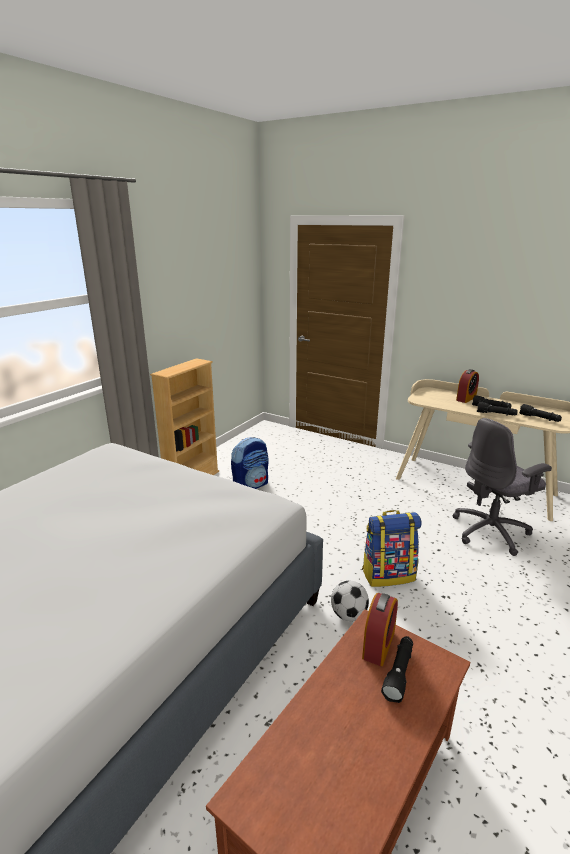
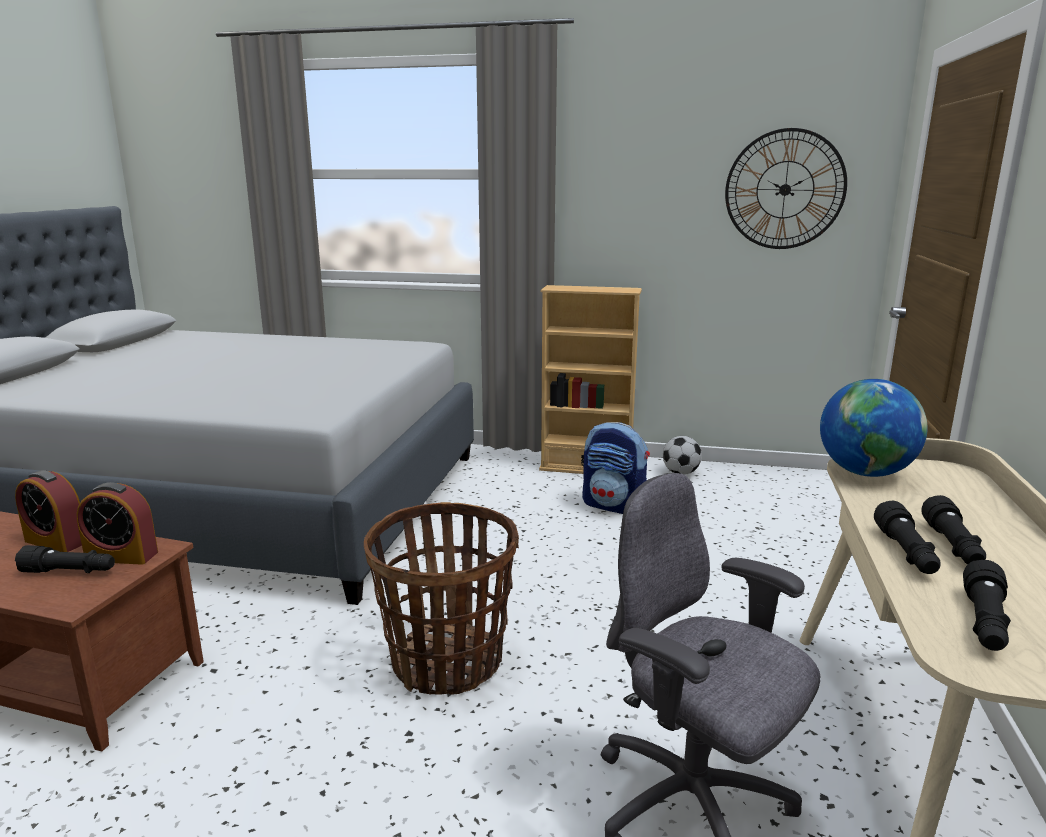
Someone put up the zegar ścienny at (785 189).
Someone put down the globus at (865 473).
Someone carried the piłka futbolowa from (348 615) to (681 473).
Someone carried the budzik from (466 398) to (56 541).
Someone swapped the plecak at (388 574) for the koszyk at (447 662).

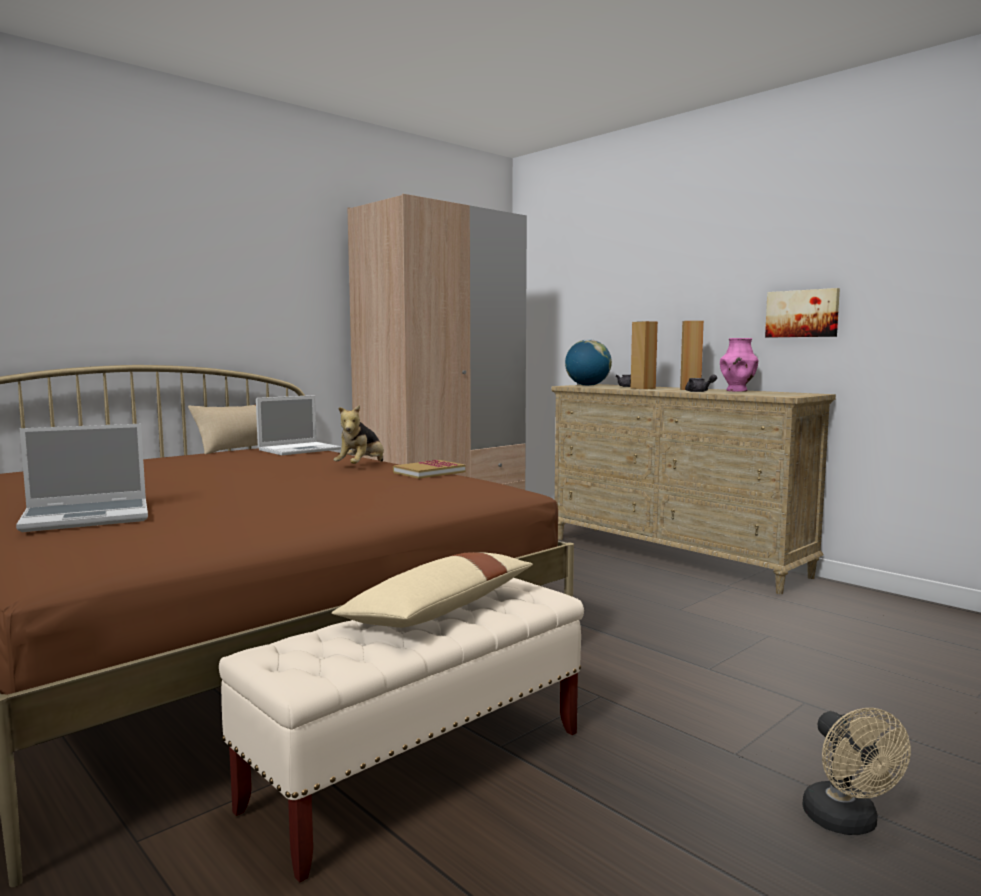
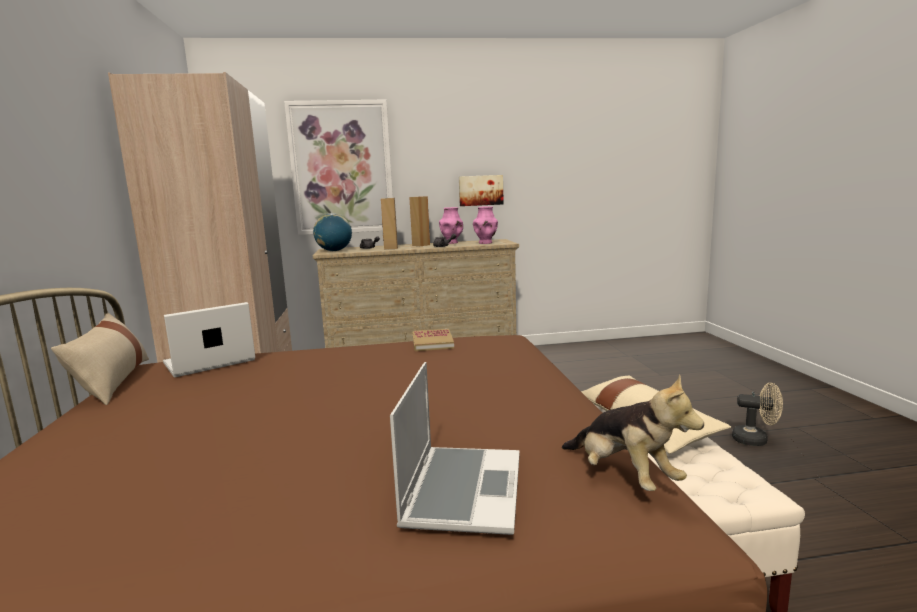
Someone put up the obraz at (342 168).
Someone put down the wazon (różowy) at (485 243).
Someone carried the pluszak from (361 467) to (624 476).
Someone rotated the laptop at (300 449) by 120 degrees counterclockwise.

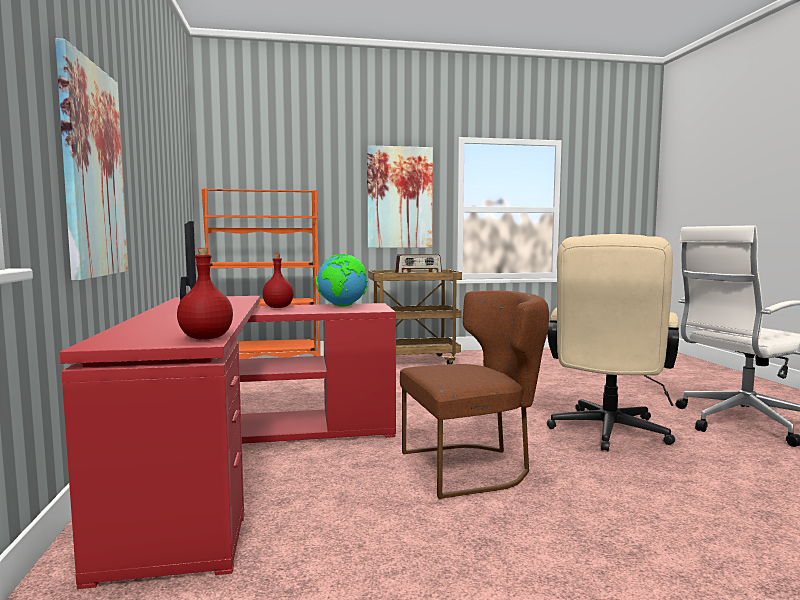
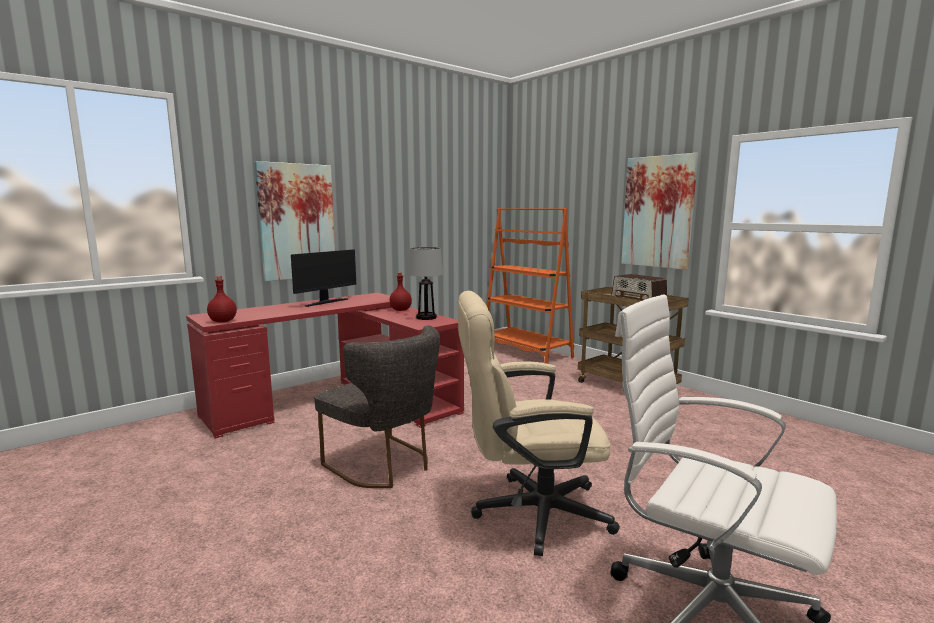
Someone swapped the globus at (342 306) for the lampa stołowa at (426 317).
Someone repainted the krzesło (brązowy) at (473 467), which became the krzesło (szary) at (385 465).

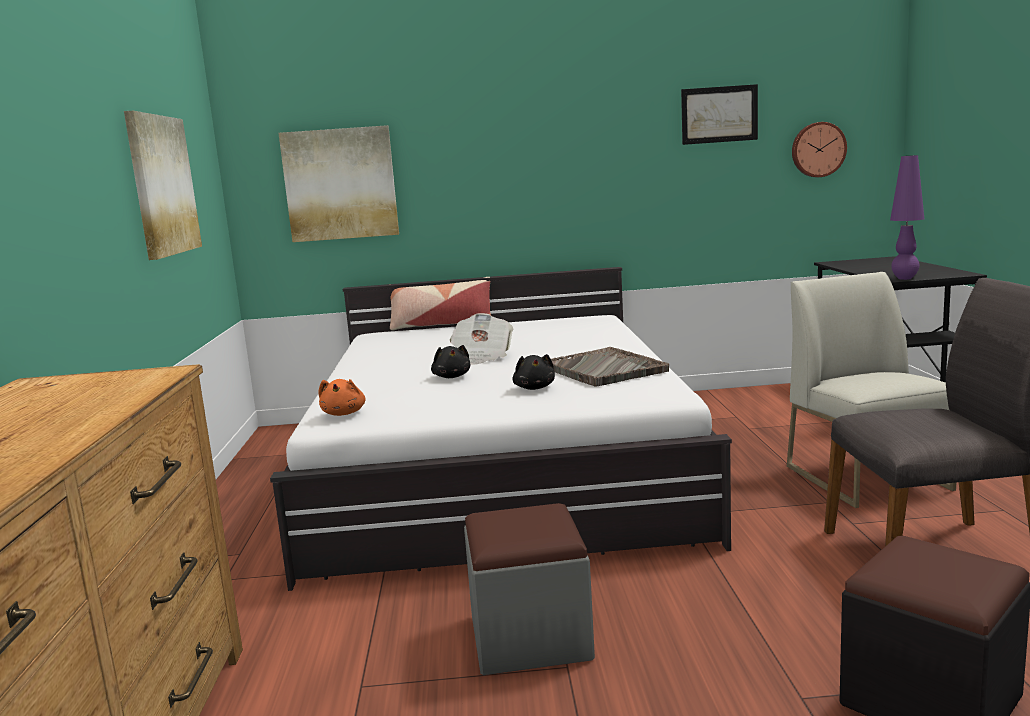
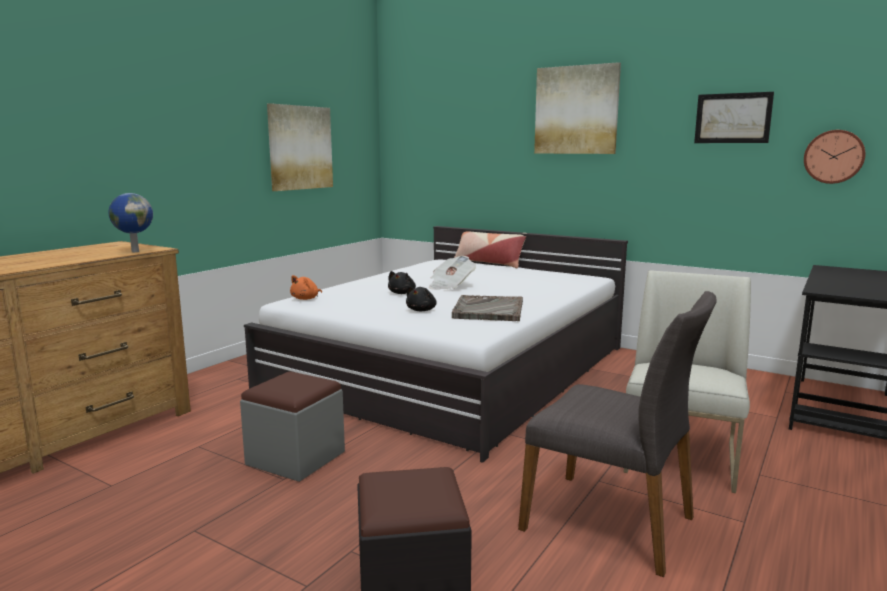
Someone took away the lampa stołowa (fioletowy) at (904 278).
Someone put down the globus at (135 251).
Someone carried the obraz from (340 184) to (576 110).

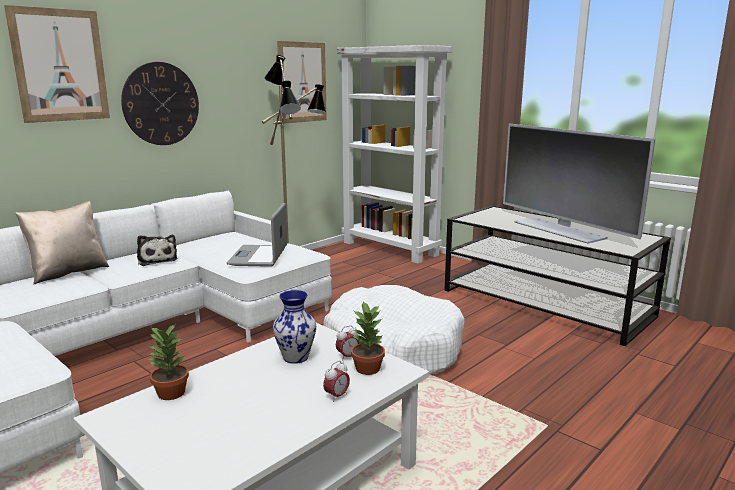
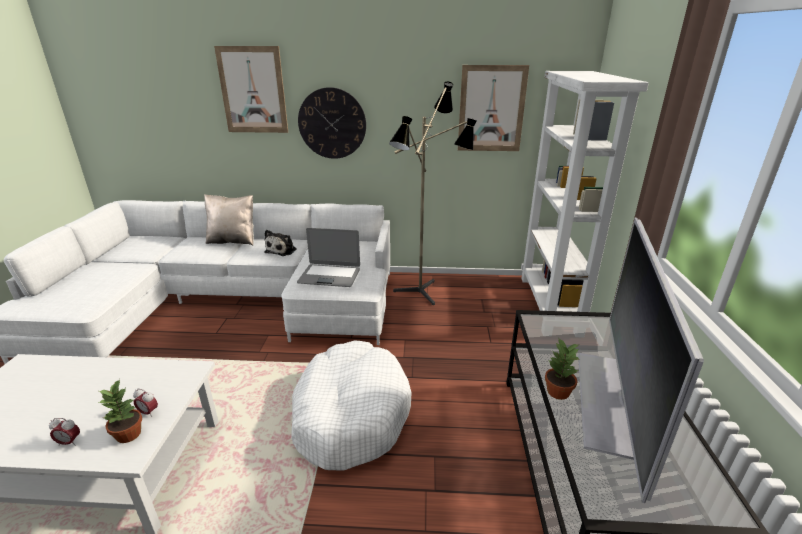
Someone took away the wazon at (295 357).
Someone carried the roślina doniczkowa from (170 393) to (557 391).
Someone rotated the laptop at (259 256) by 135 degrees counterclockwise.

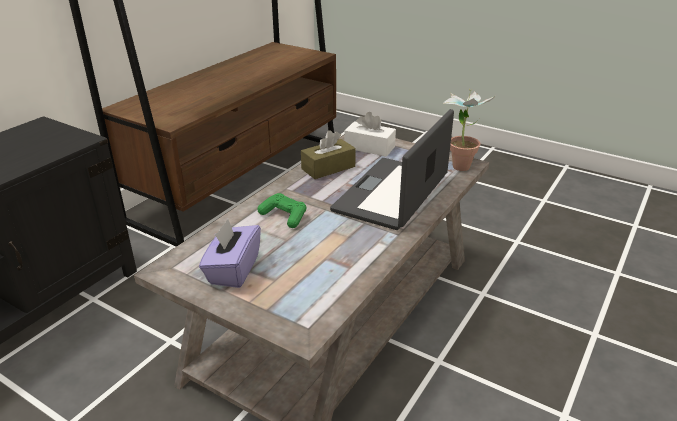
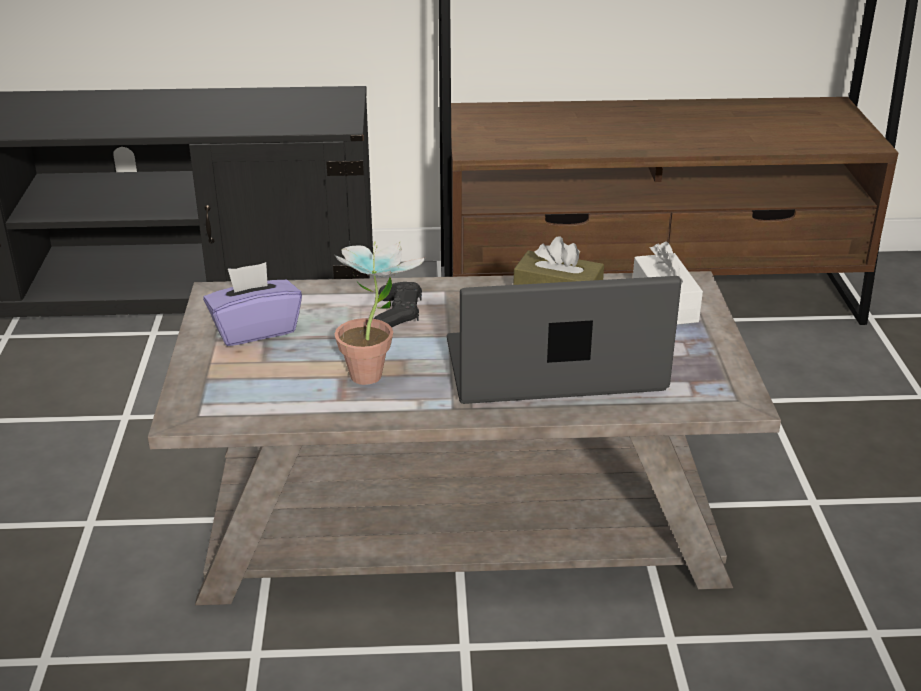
Someone carried the roślina doniczkowa from (461 164) to (377 373).
Someone repainted the pad do gier (zielony) at (284 216), which became the pad do gier (czarny) at (398 315).

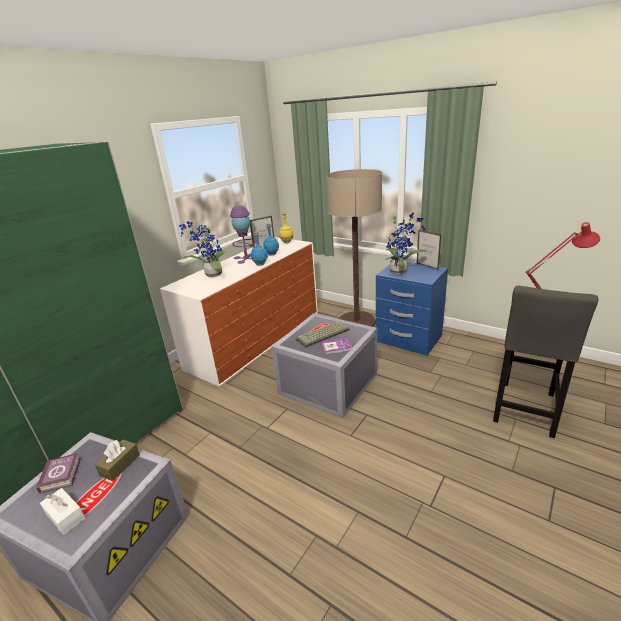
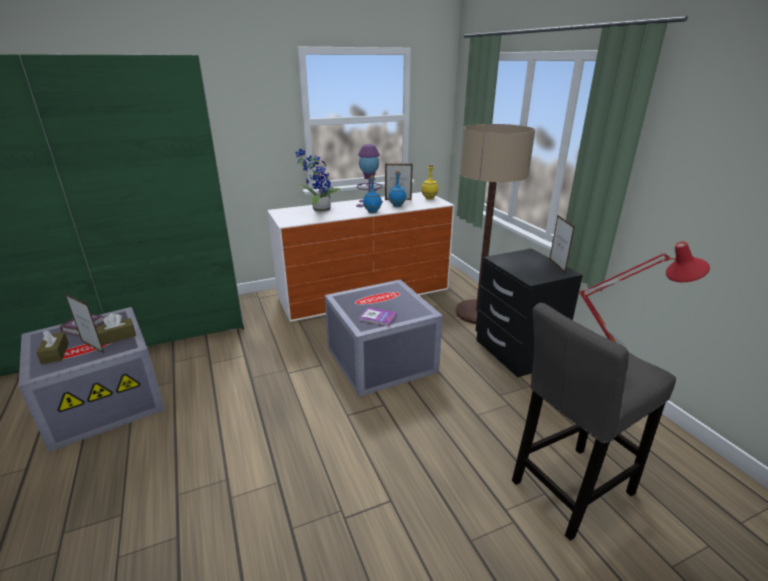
Someone took away the klawiatura at (323 335).
Someone took away the roślina doniczkowa at (400 271).
Someone put down the ramka na zdjęcie at (93 347).
Someone repainted the pudełko chusteczek (biały) at (65 516), which became the pudełko chusteczek (brązowy) at (55 353).
Someone repainted the szafka nocna (niebieski) at (408 339), which became the szafka nocna (czarny) at (516 352).

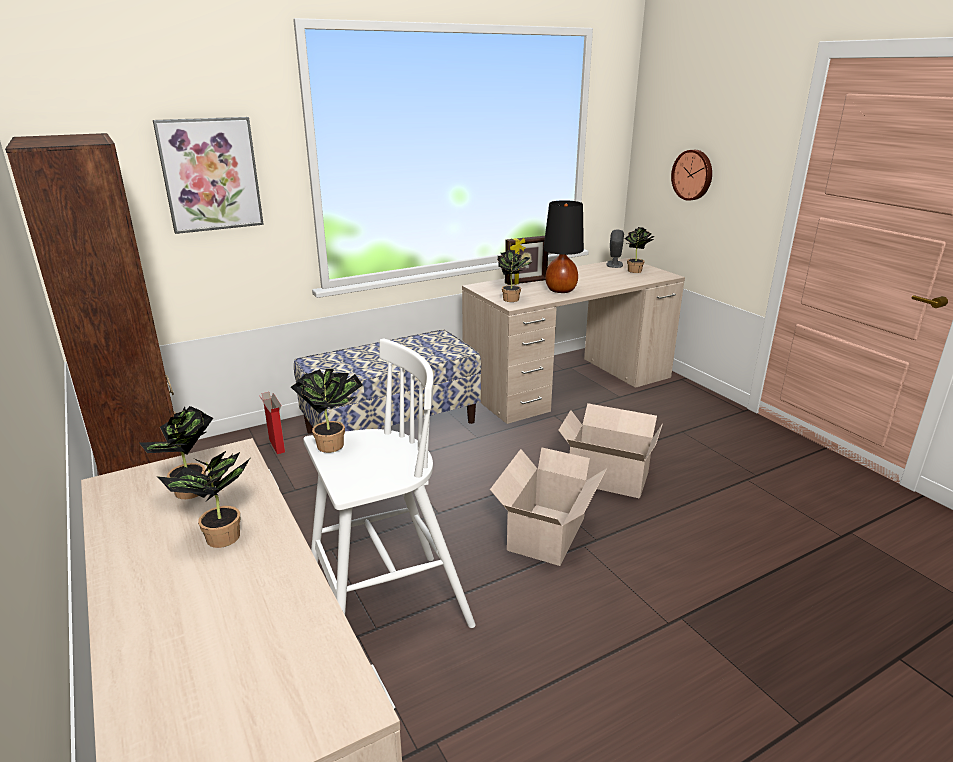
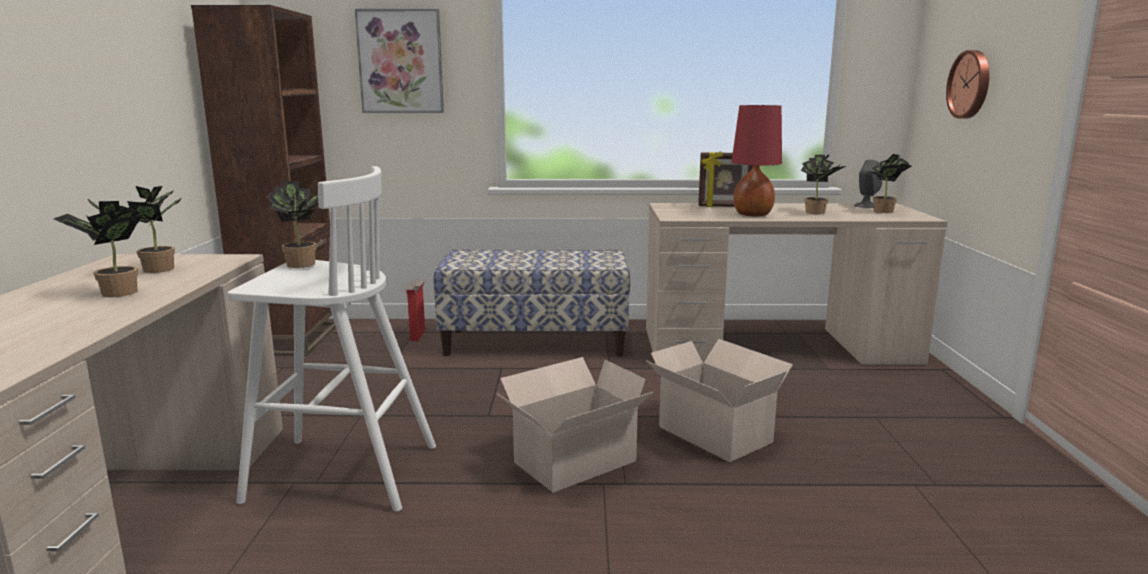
Someone carried the roślina doniczkowa from (513 299) to (818 213).
Someone repainted the lampa stołowa (czarny) at (561 290), which became the lampa stołowa (czerwony) at (752 215).

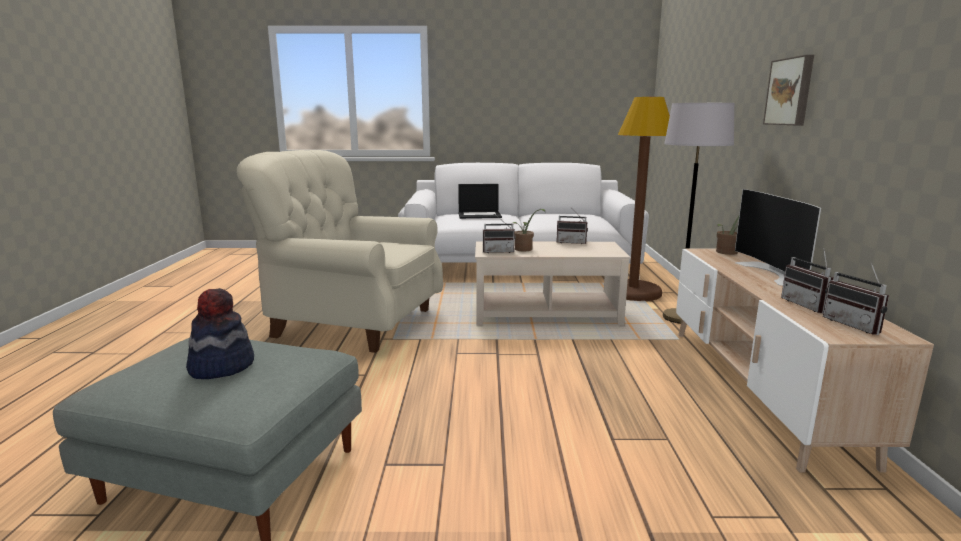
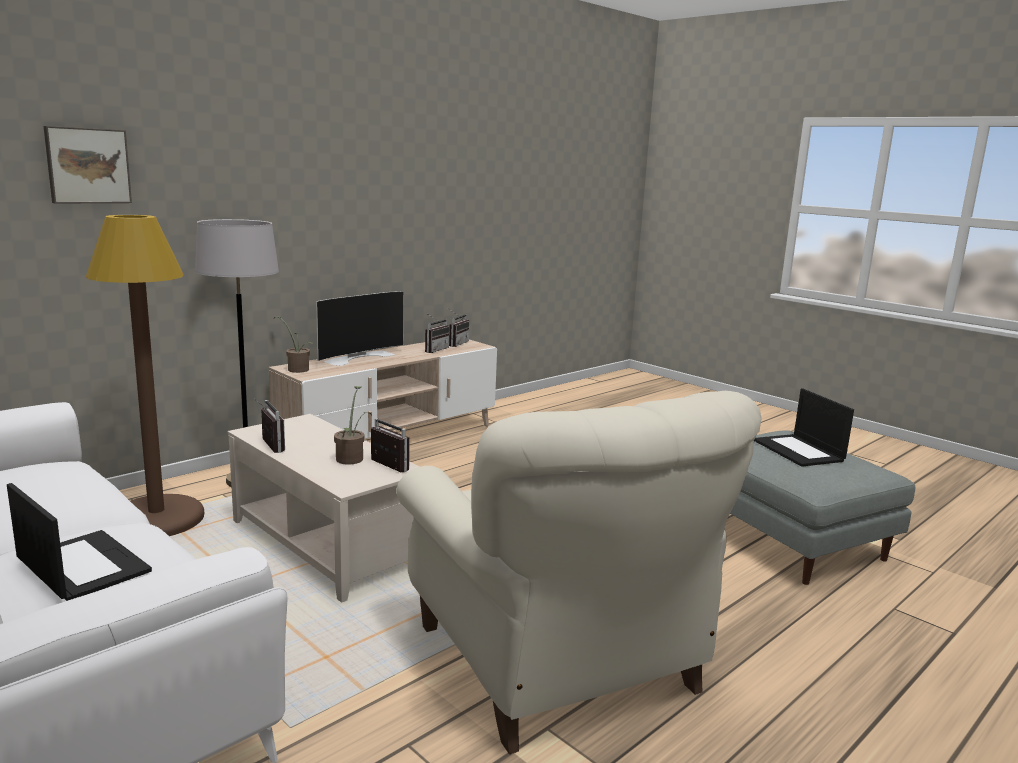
Someone carried the obraz from (790 91) to (87 165).
Someone swapped the kapelusz at (221 366) for the laptop at (799 451).

